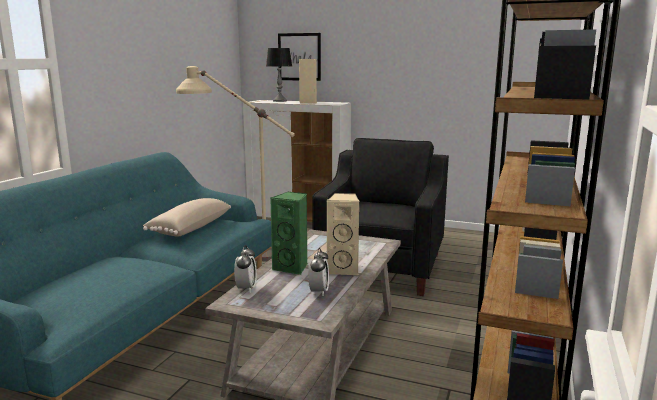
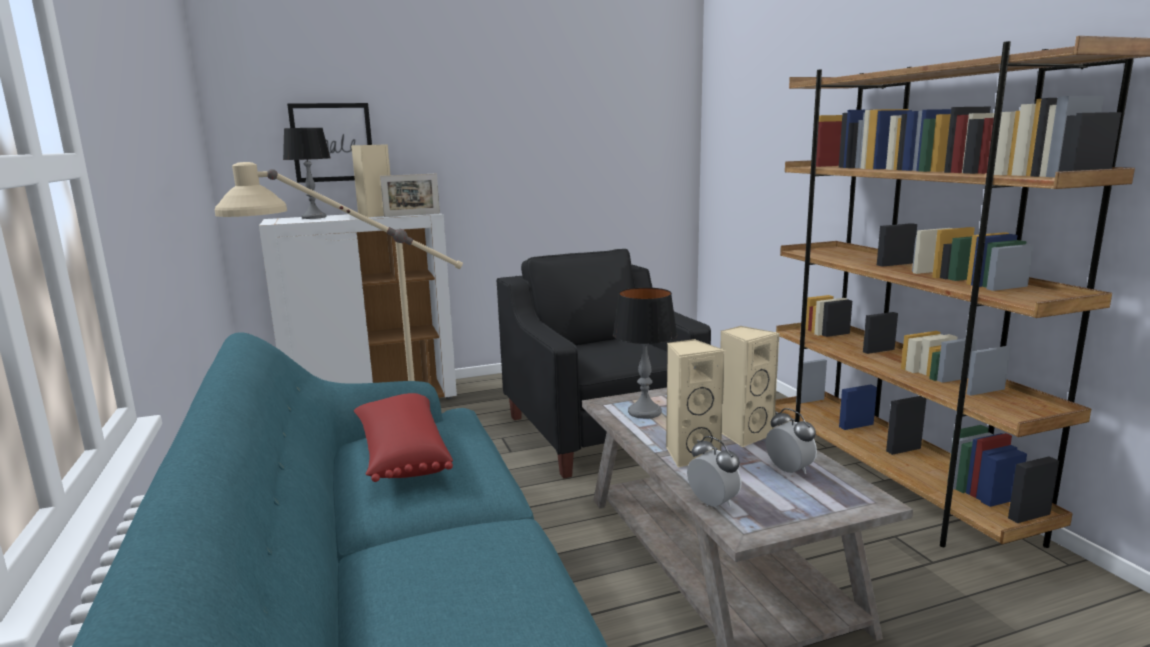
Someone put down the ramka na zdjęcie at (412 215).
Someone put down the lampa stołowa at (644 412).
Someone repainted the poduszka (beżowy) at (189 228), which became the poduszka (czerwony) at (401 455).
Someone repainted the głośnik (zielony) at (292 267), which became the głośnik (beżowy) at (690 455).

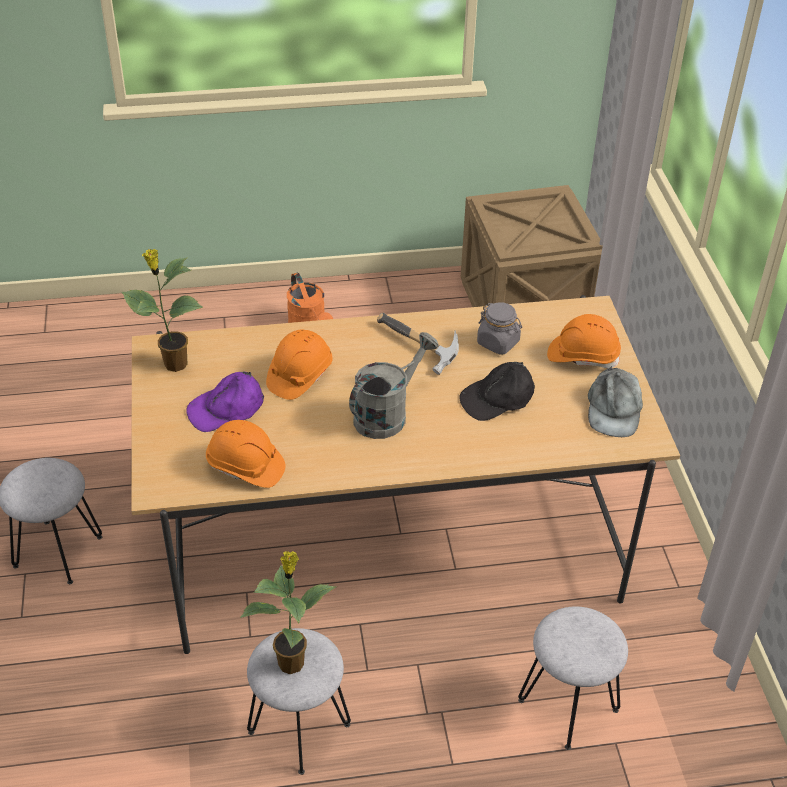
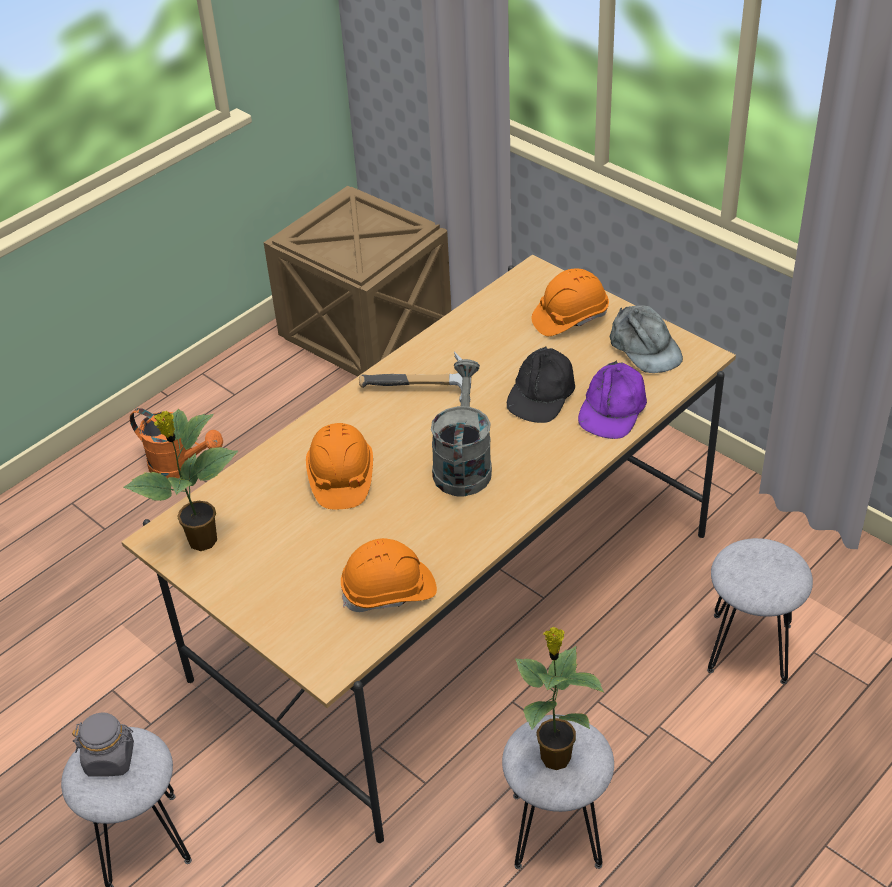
Someone carried the czapka z daszkiem (fioletowy) from (226 408) to (612 409).
Someone carried the słoik (szary) from (498 343) to (110 759).

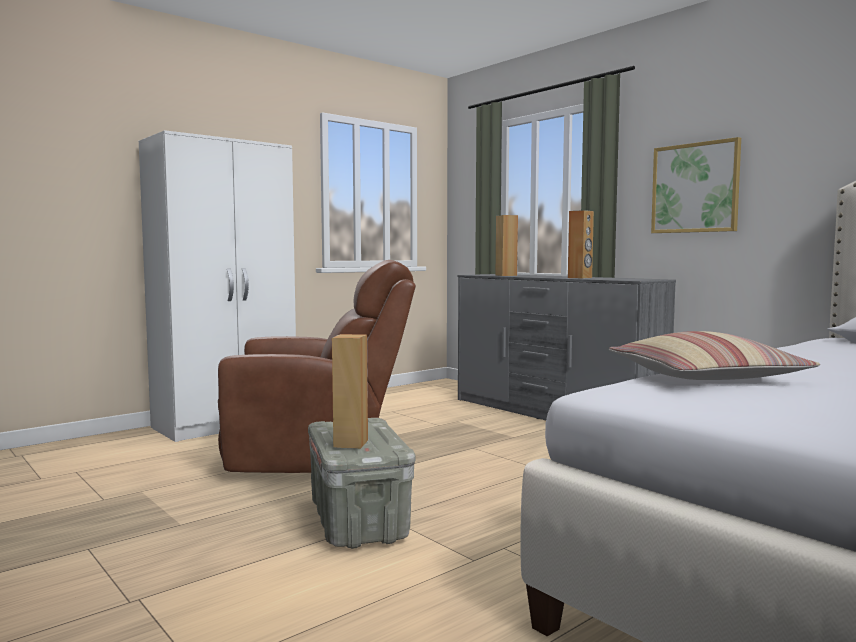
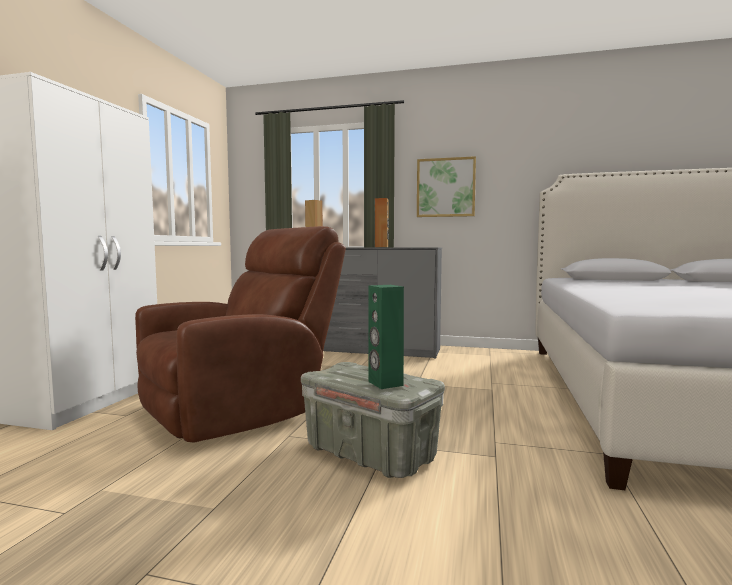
Someone took away the poduszka at (705 378).
Someone repainted the głośnik (brązowy) at (350 443), which became the głośnik (zielony) at (385 383).

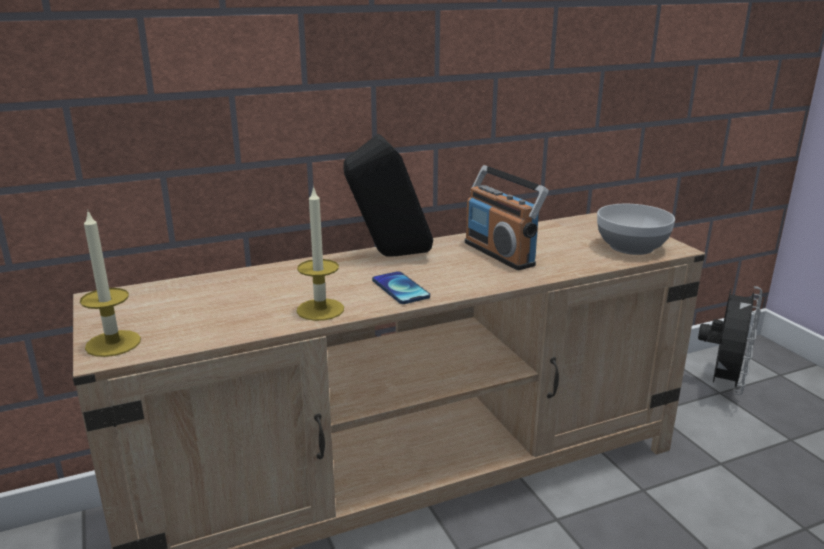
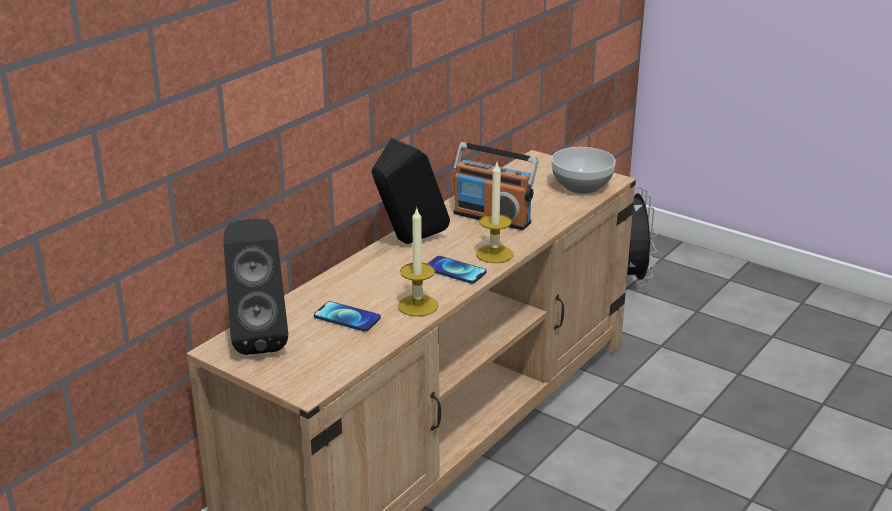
Someone put down the głośnik (czarny) at (259 338).
Someone put down the telefon at (347 318).
Someone carried the świeca from (113 343) to (494 254).

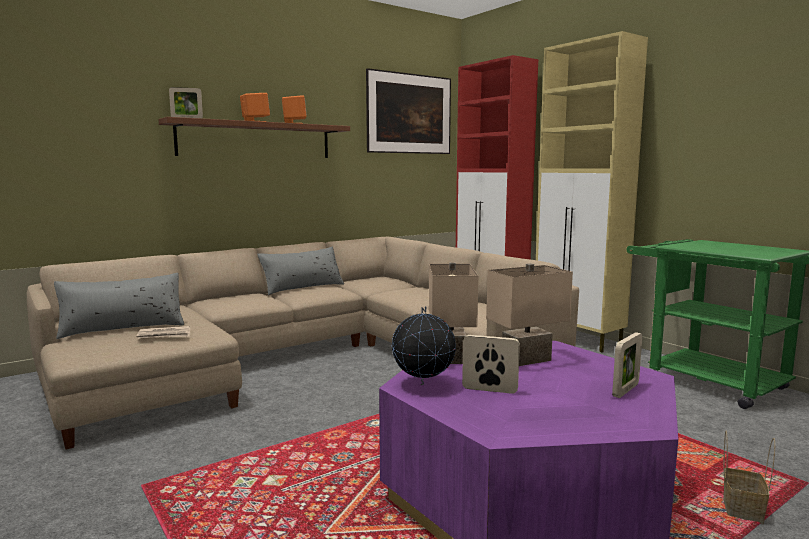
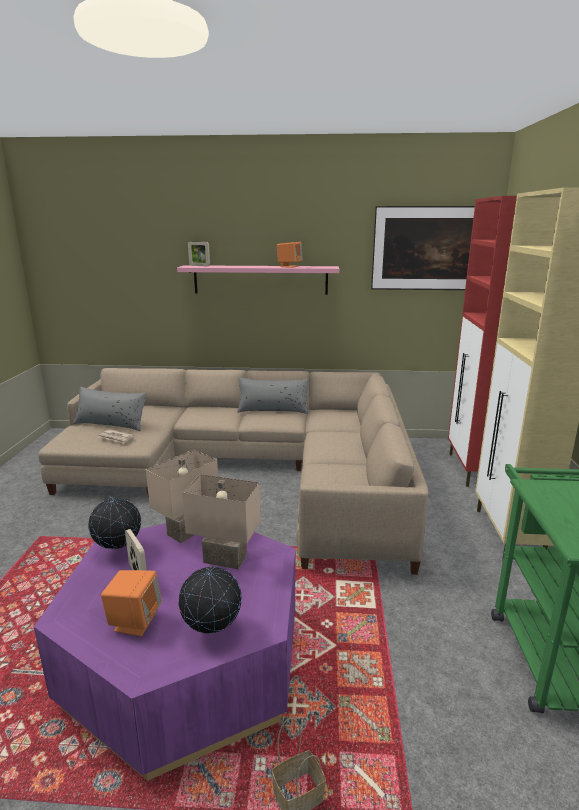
Someone carried the głośnik (pomarańczowy) from (255 122) to (135 621).
Someone swapped the ramka na zdjęcie at (625 390) for the globus at (212 631).
Someone repainted the półka (brązowy) at (256 140), which became the półka (różowy) at (260 279).

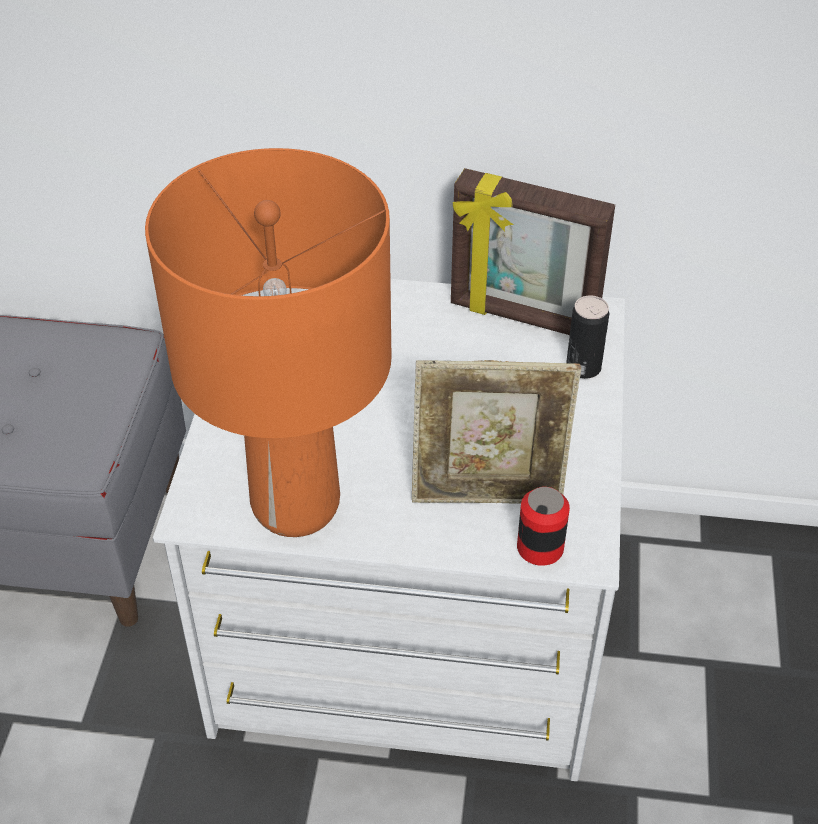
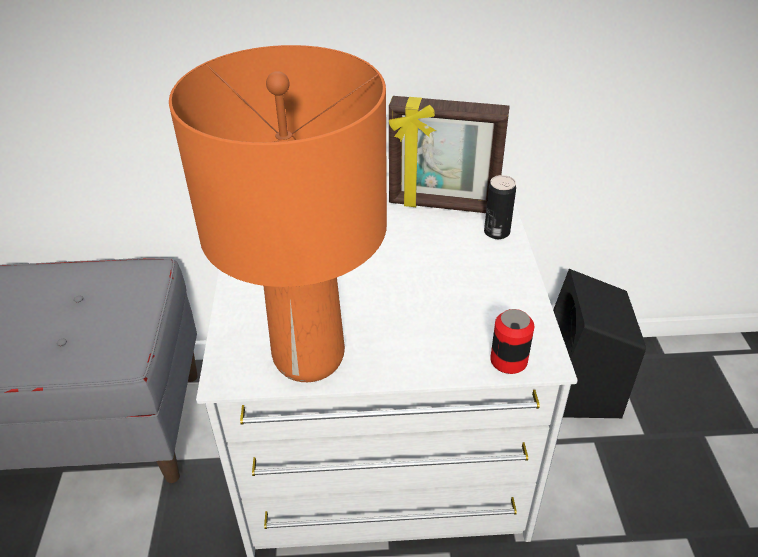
Someone took away the ramka na zdjęcie at (488 496).
Someone put down the głośnik (czarny) at (578 390).

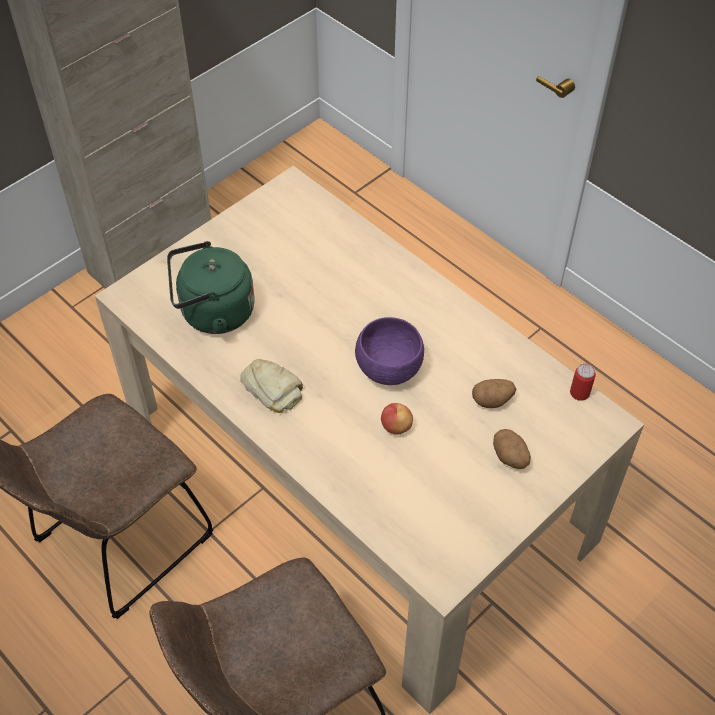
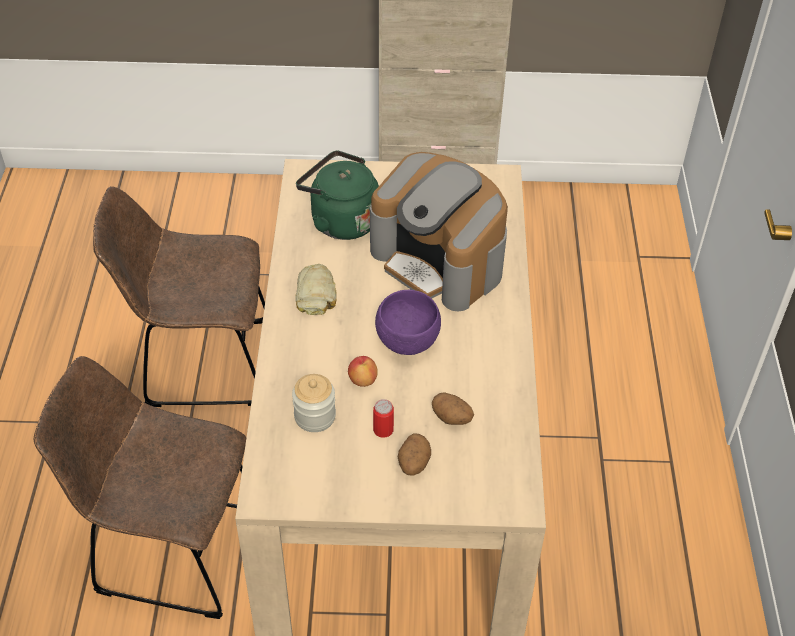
Someone put down the słoik at (315 416).
Someone put down the ekspres do kawy at (439 261).
Someone carried the puszka from (579 393) to (383 430).

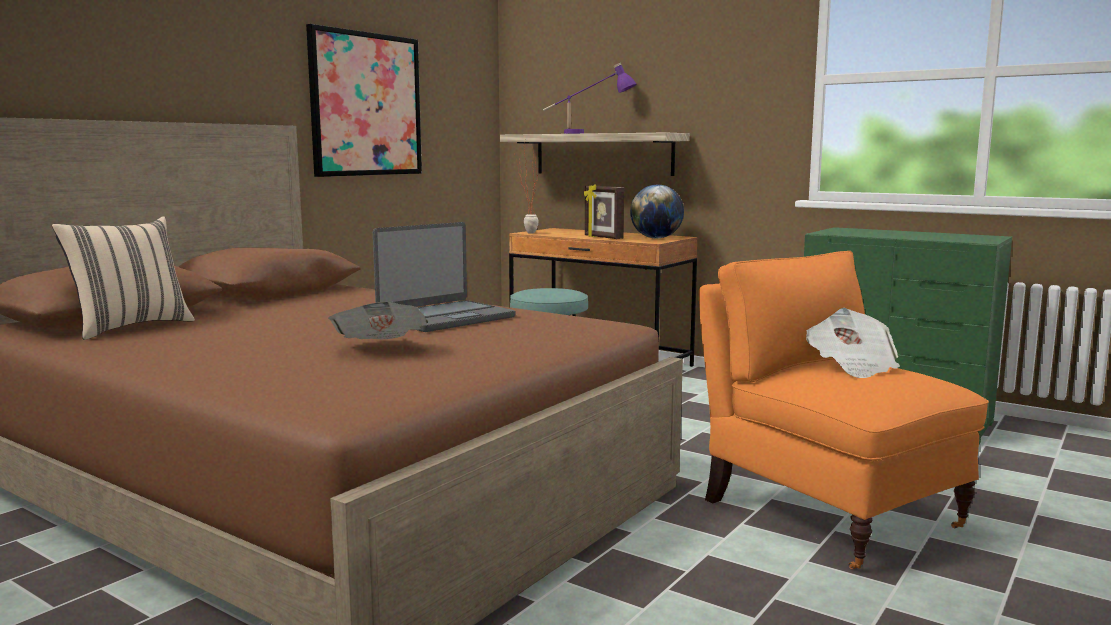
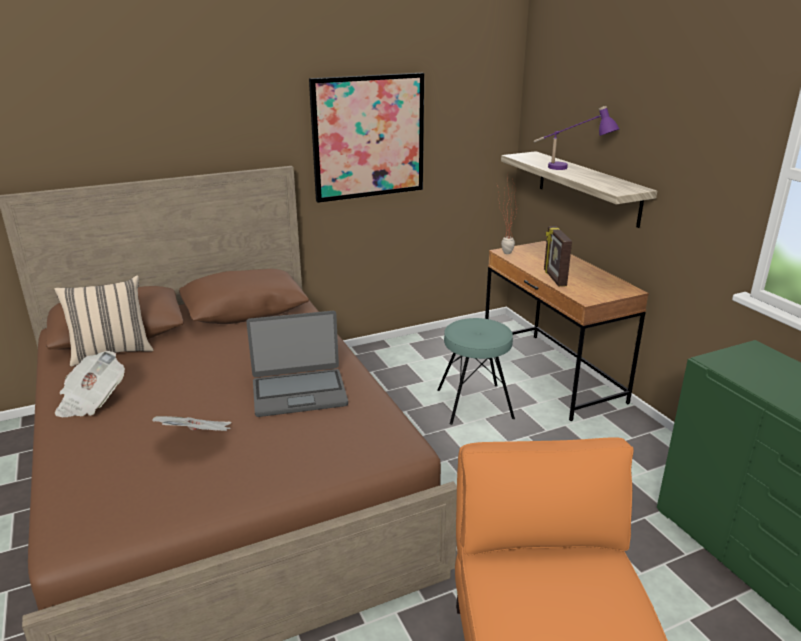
Someone took away the globus at (656 238).
Someone carried the gazeta from (849 366) to (91 401).

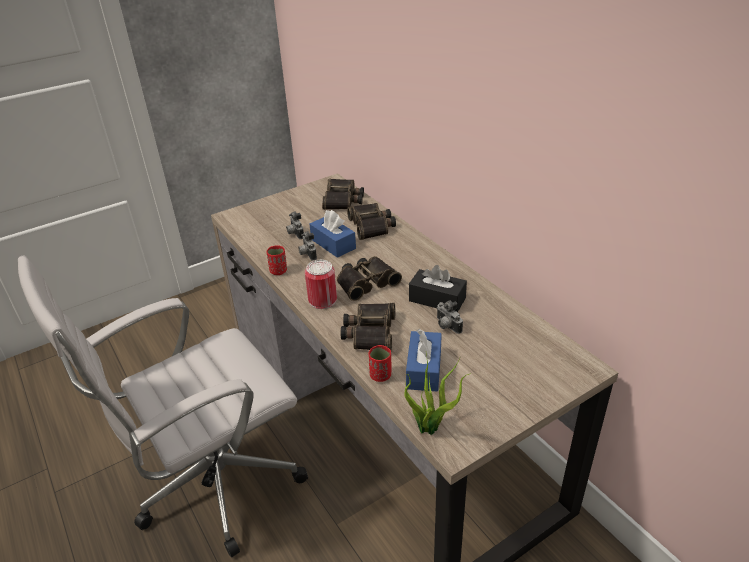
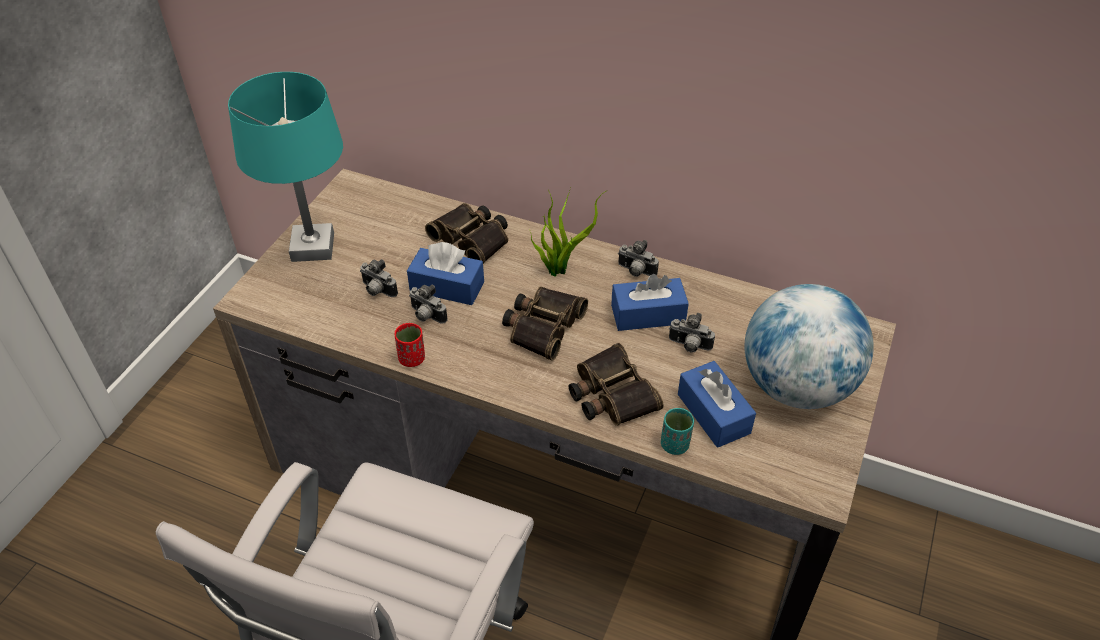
Someone took away the puszka at (322 300).
Someone took away the lornetka at (343 200).
Someone put down the lampa stołowa (turkusowy) at (313 248).
Someone put down the aparat fotograficzny at (635 272).
Someone put down the globus at (796 386).
Someone carried the roślina doniczkowa from (431 428) to (560 269).
Someone repainted the filiżanka (czerwony) at (380 375), which became the filiżanka (turkusowy) at (675 445).
Someone repainted the pudełko chusteczek (czarny) at (437 299), which became the pudełko chusteczek (niebieski) at (648 314).

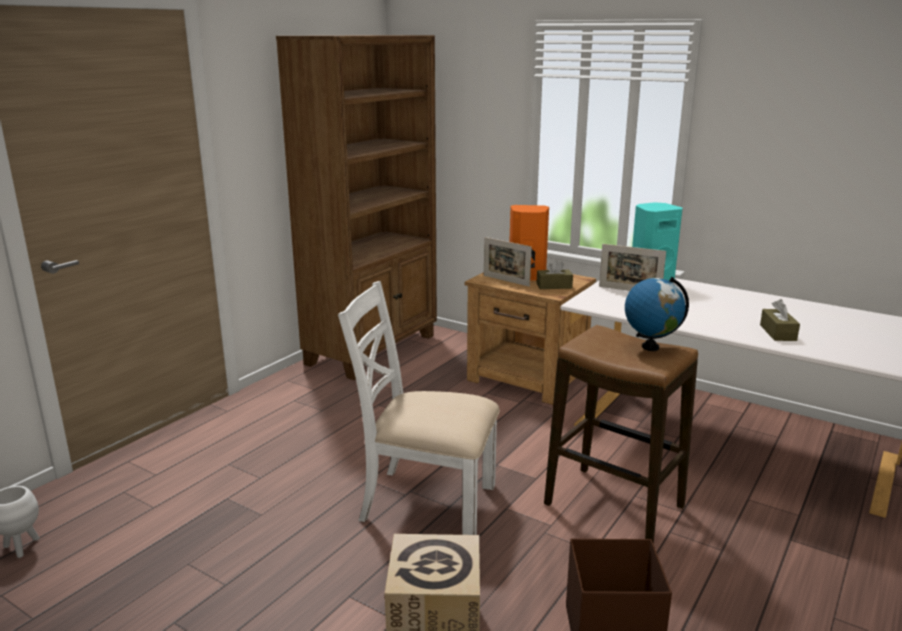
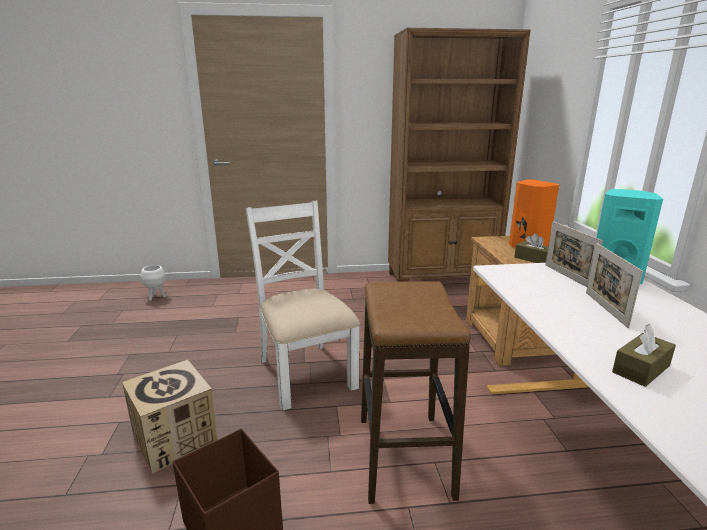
Someone took away the globus at (650 347).
Someone carried the ramka na zdjęcie from (506 281) to (605 309).

